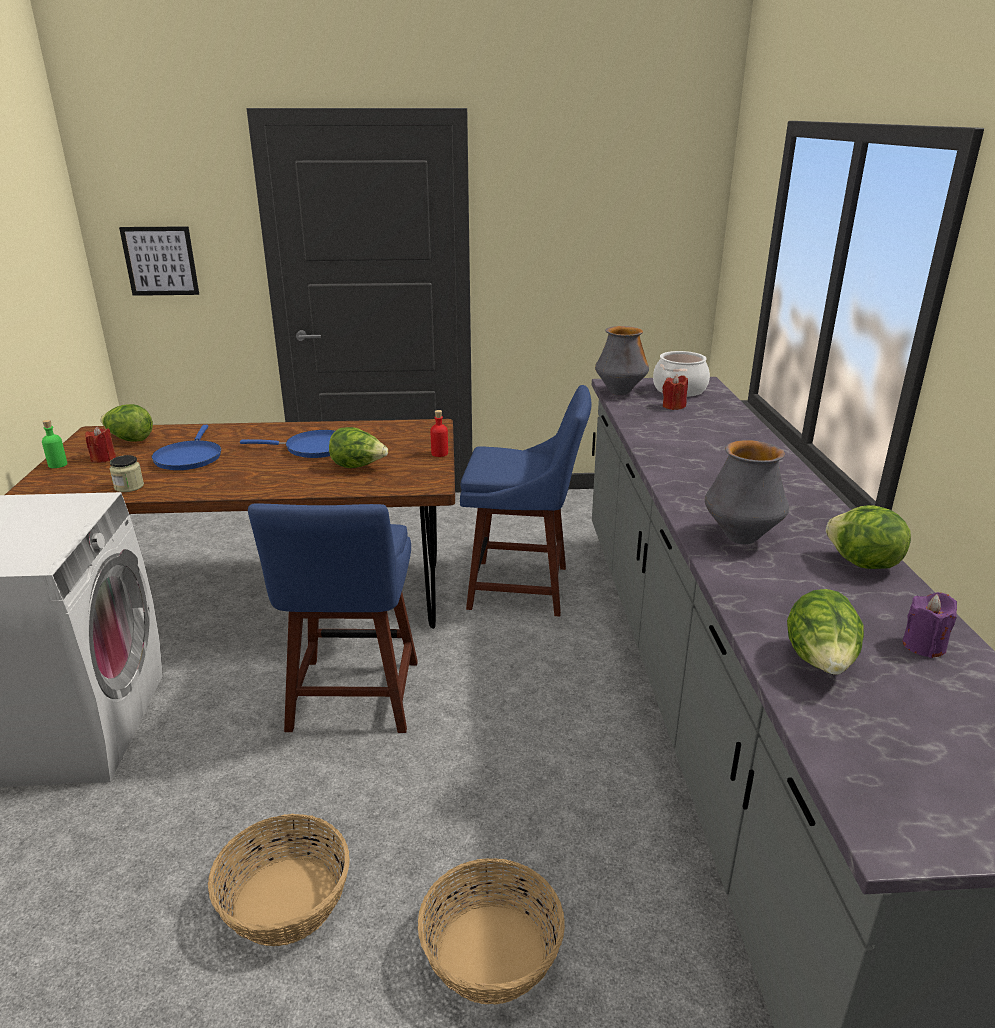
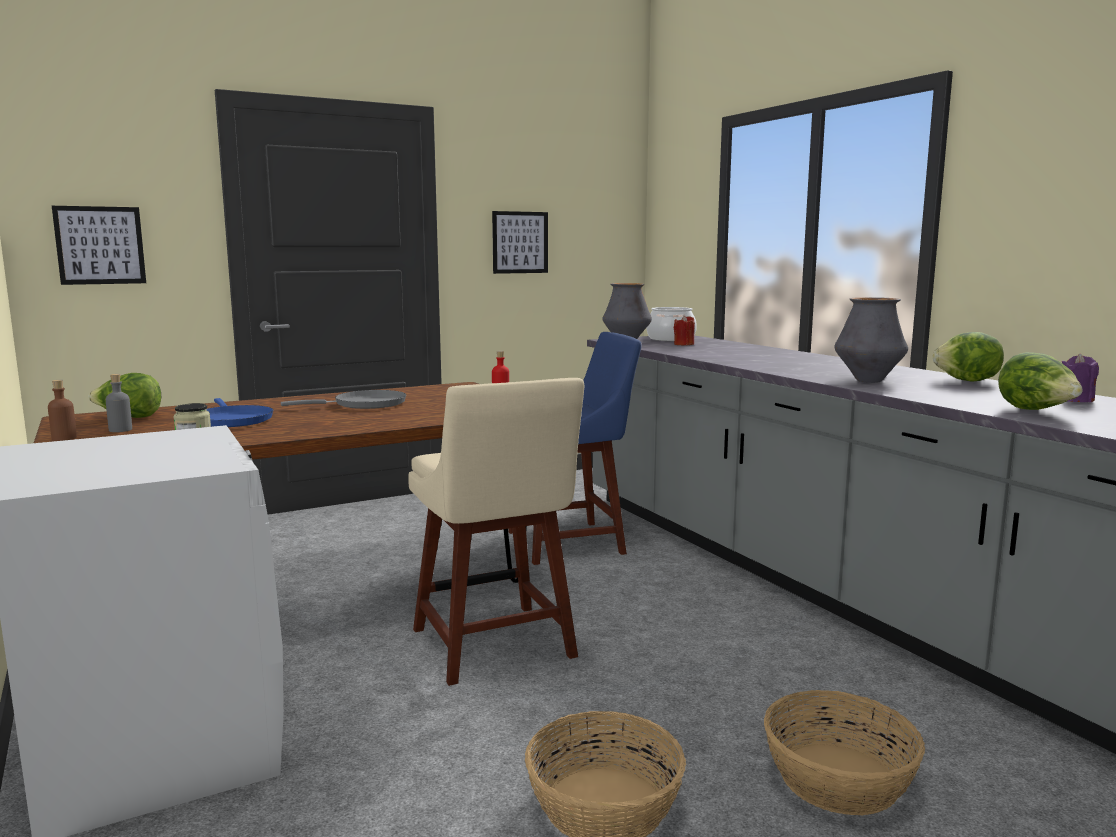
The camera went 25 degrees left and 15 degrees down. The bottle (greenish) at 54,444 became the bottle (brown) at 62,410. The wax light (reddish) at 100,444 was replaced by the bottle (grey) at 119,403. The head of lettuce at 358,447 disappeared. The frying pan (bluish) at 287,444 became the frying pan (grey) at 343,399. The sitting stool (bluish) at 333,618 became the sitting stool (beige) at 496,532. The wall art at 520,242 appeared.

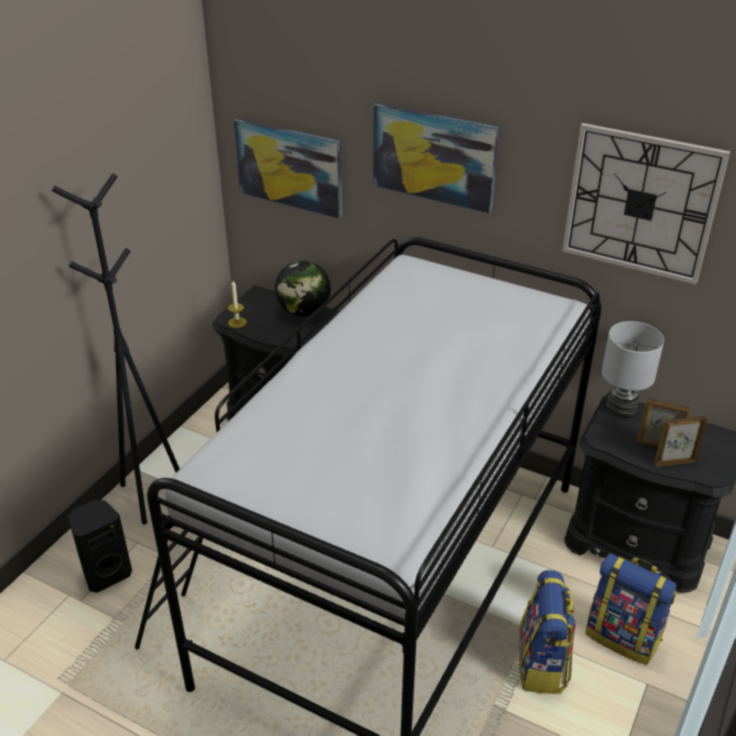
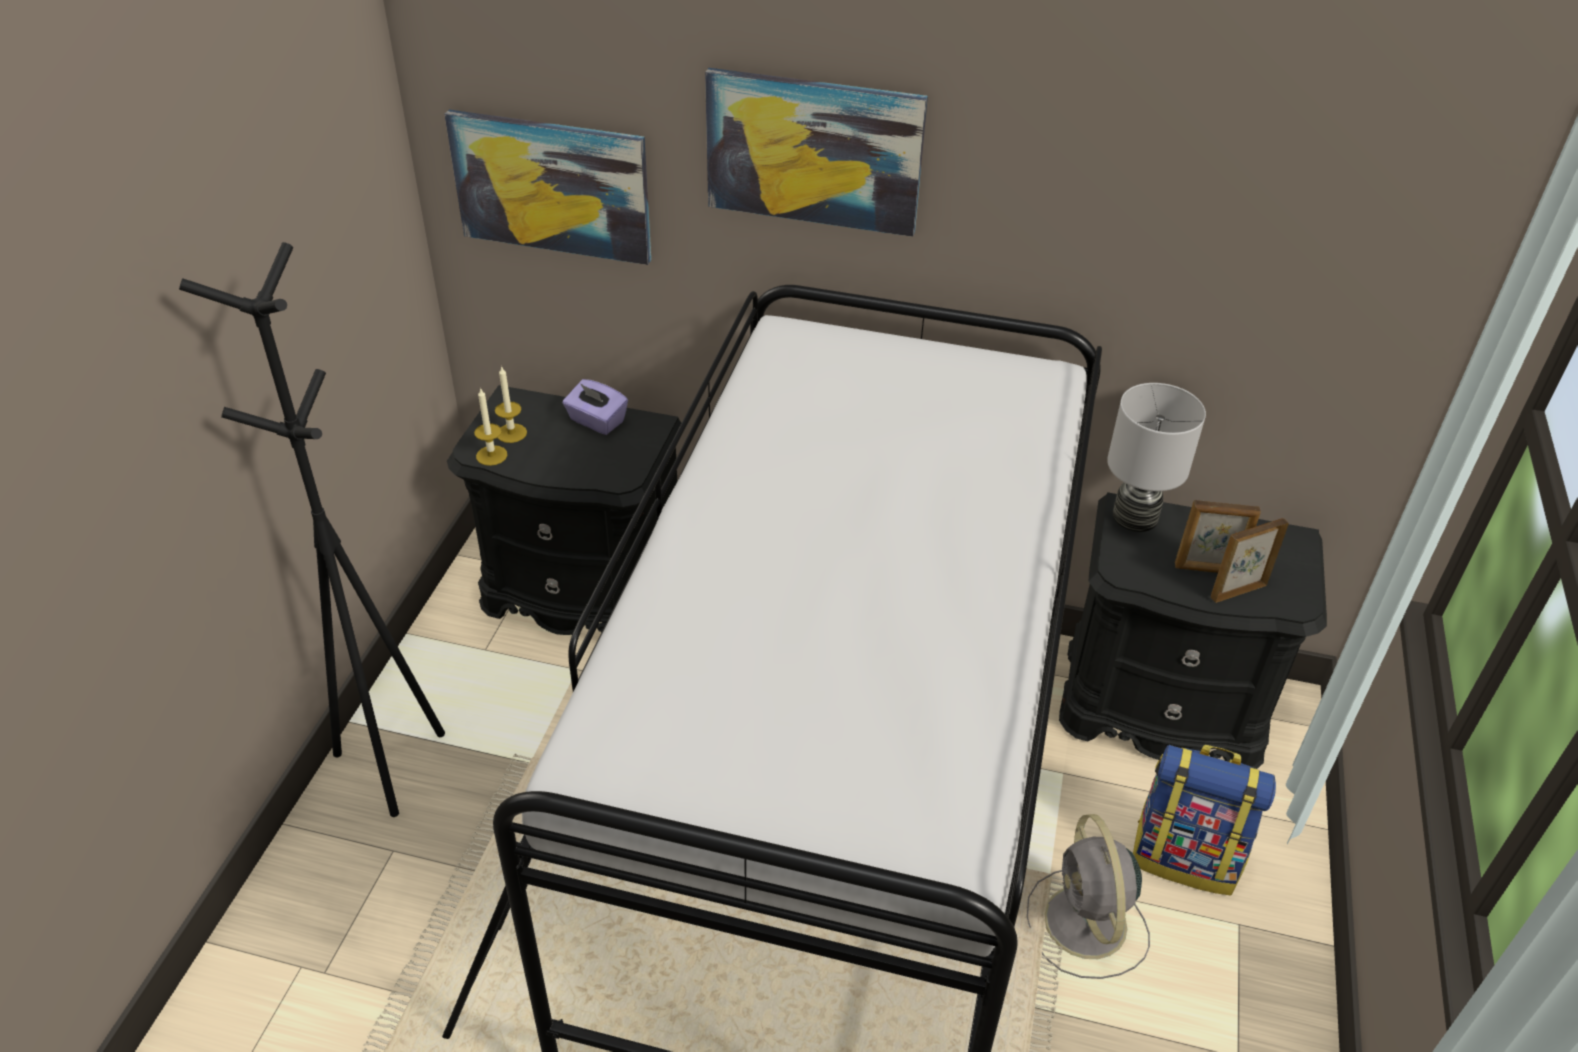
The camera went 15 degrees left and 5 degrees up. The wall clock at 646,204 disappeared. The world globe at 303,288 was replaced by the tissue holder (purple) at 595,407. The audio speaker (black-coloured) at 100,546 disappeared. The backpack at 547,632 was replaced by the fan (grey) at 1088,896. The wax light at 511,404 appeared.

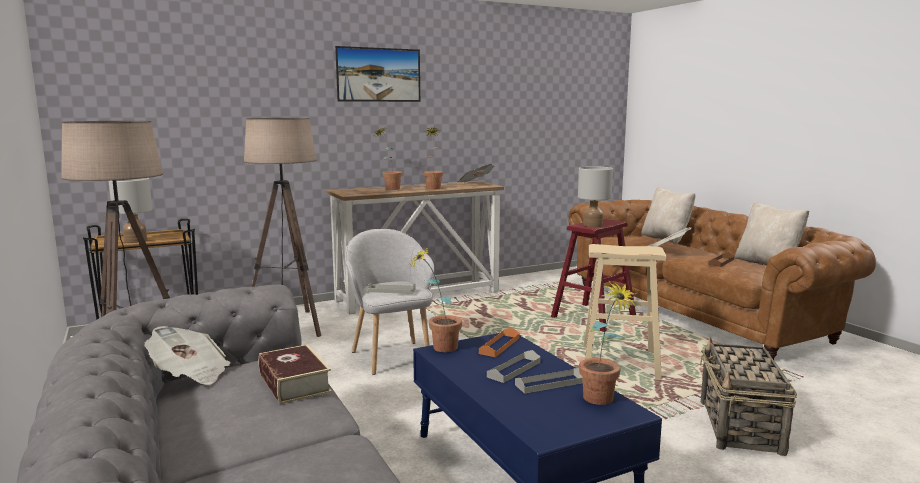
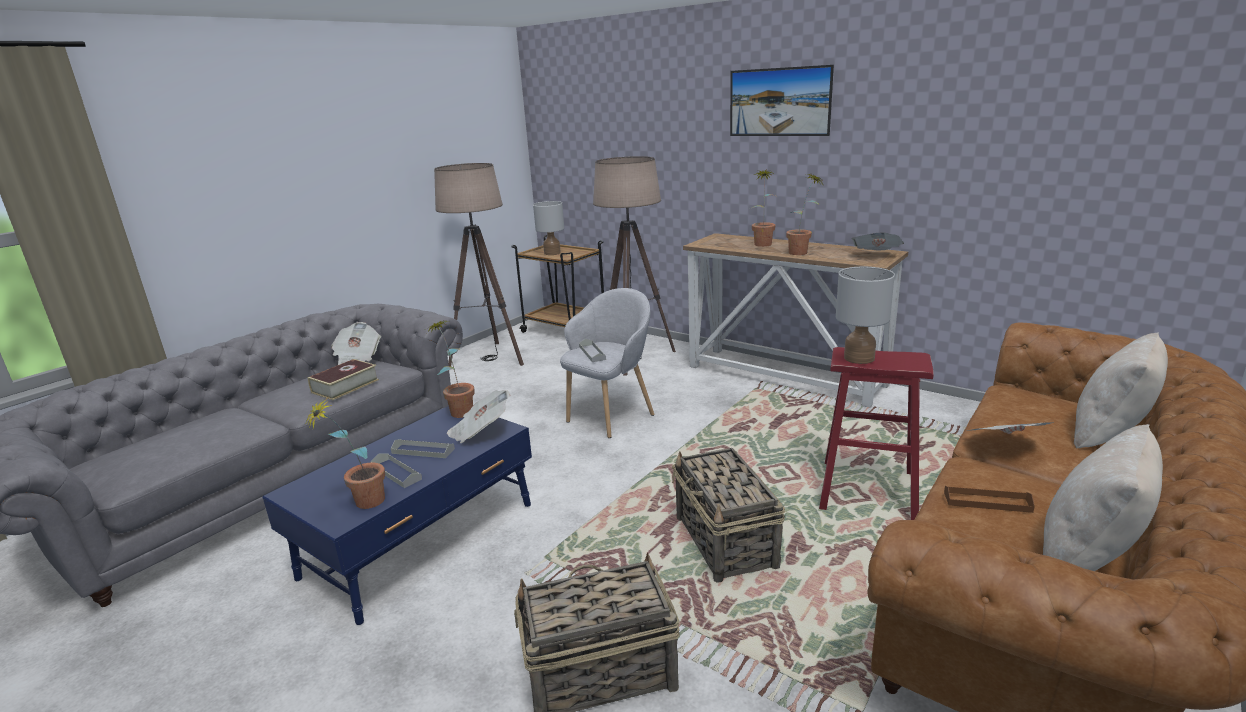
The camera went 65 degrees right and 10 degrees up. The sitting stool (beige) at 624,312 was replaced by the storage basket at 728,515. The carrying tray (orange-coloured) at 499,342 was replaced by the newspaper at 478,416.

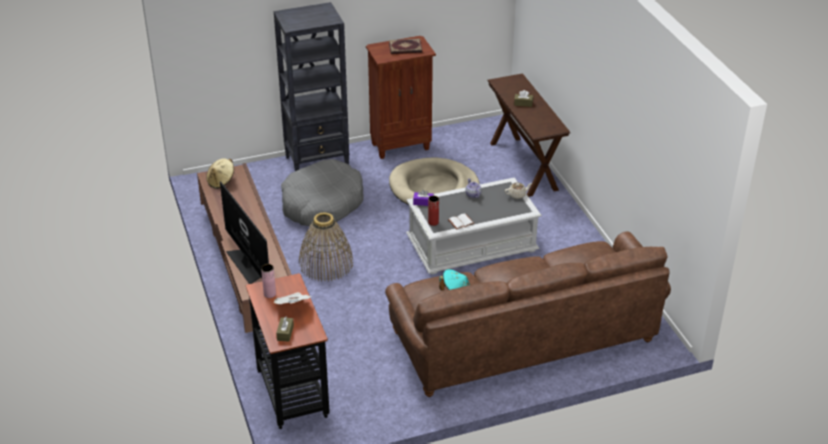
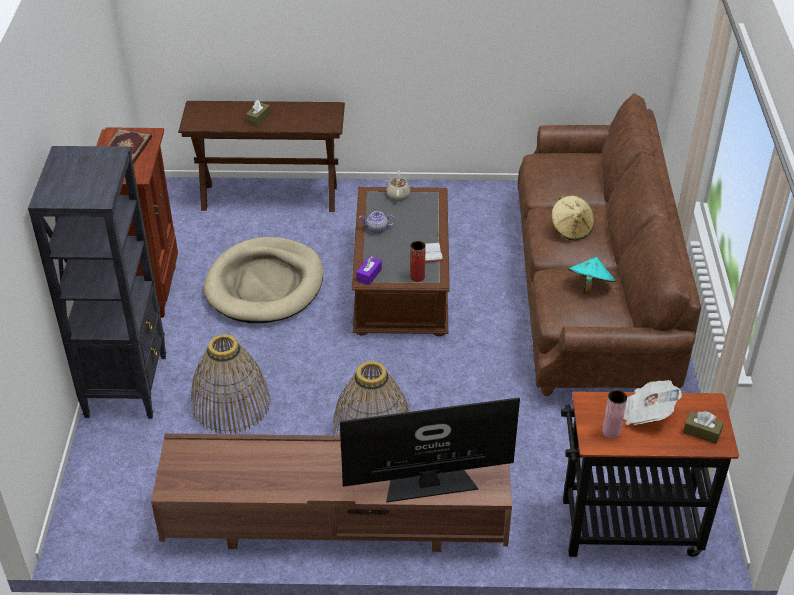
The camera went 70 degrees left and 5 degrees up. The hat (beige) moved from 220,173 to 572,218. The pet bed (grey) at 322,192 was replaced by the storage basket at 231,384. The coffee table (white) at 474,225 became the coffee table (brown) at 401,261.

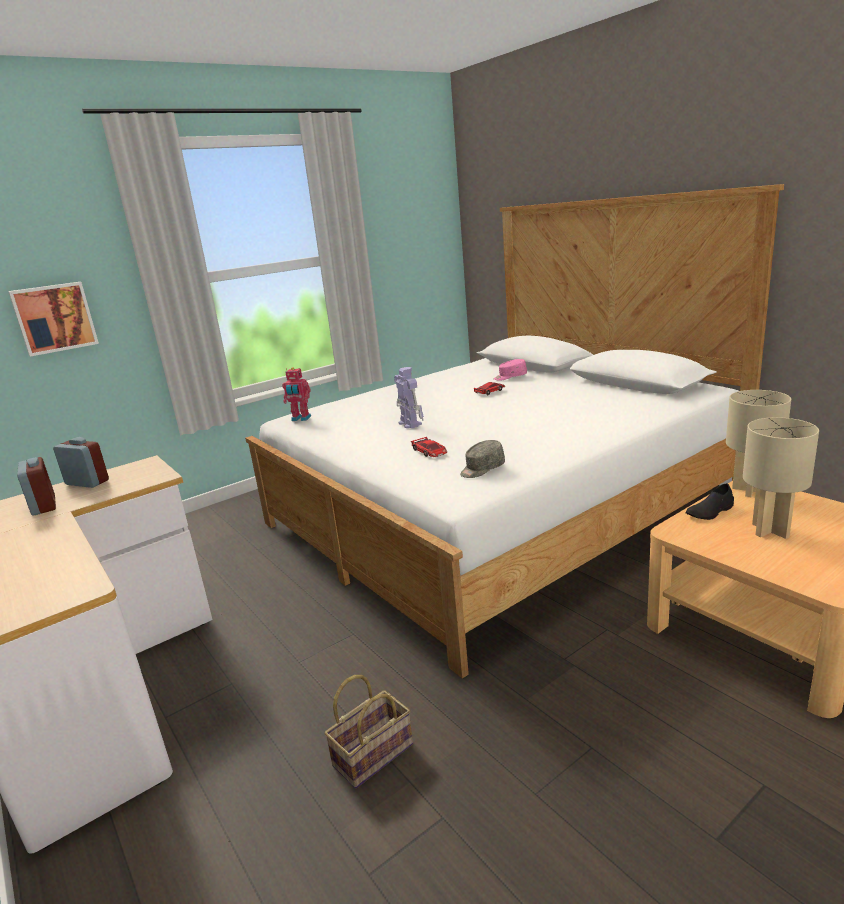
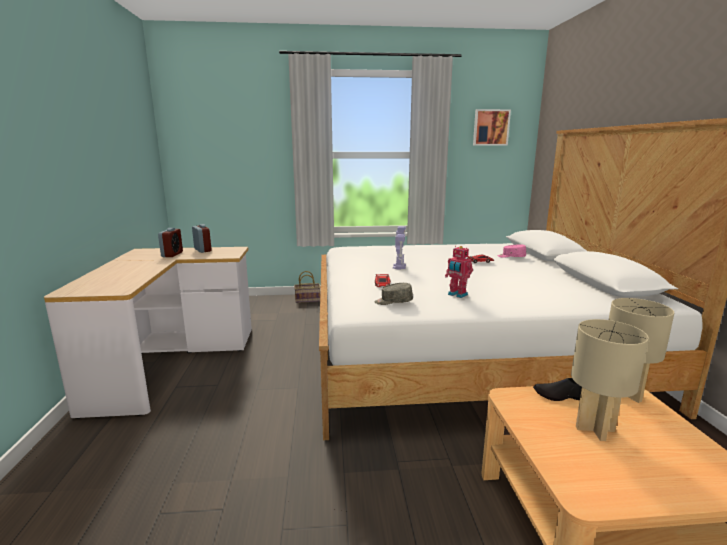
The camera went 30 degrees right and 5 degrees down. The wall art moved from 53,319 to 492,127. The model robot moved from 296,394 to 459,272. The storage basket moved from 368,732 to 307,287.

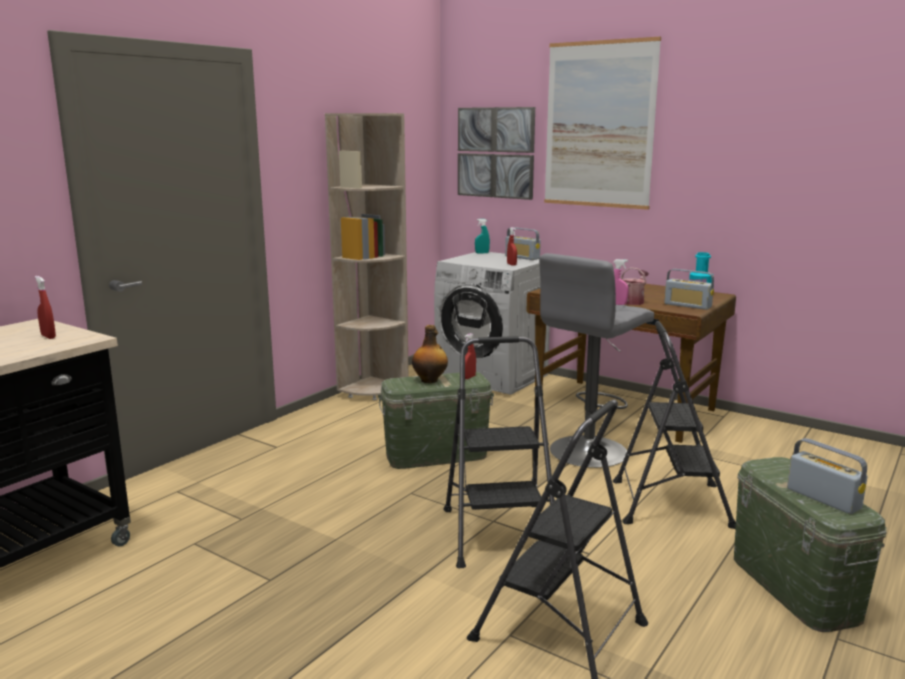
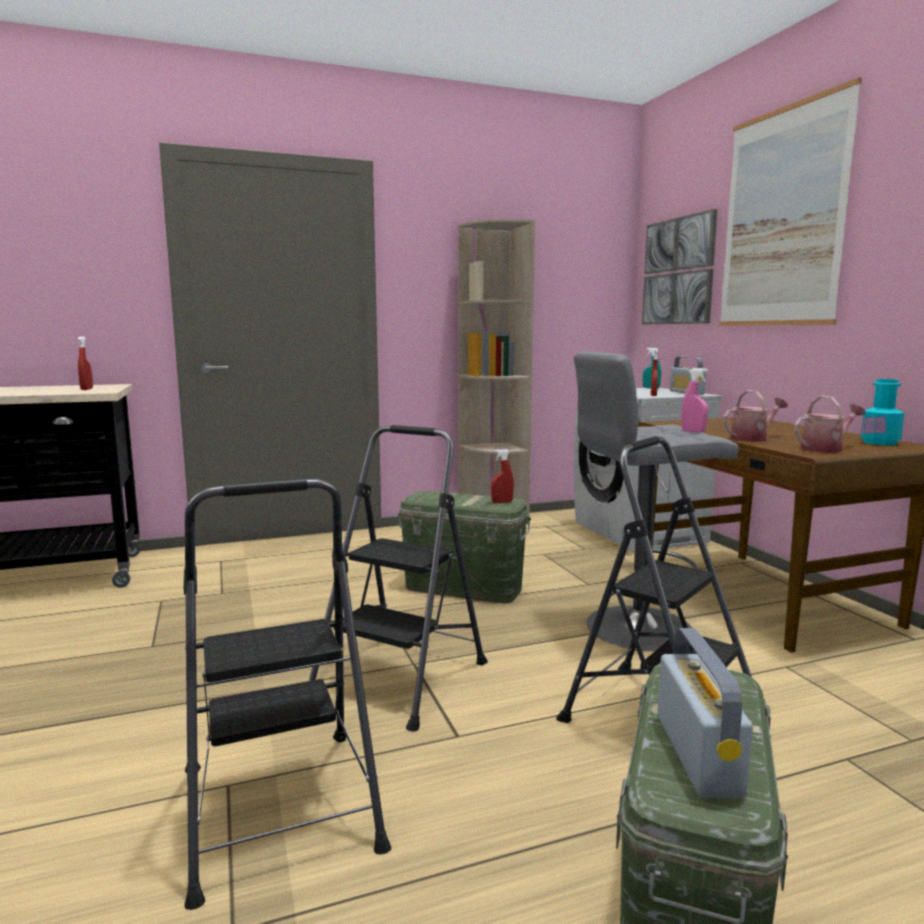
The camera went 35 degrees right and 5 degrees down. The radio set at 689,289 was replaced by the watering pot at 830,424. The bottle at 430,354 disappeared.

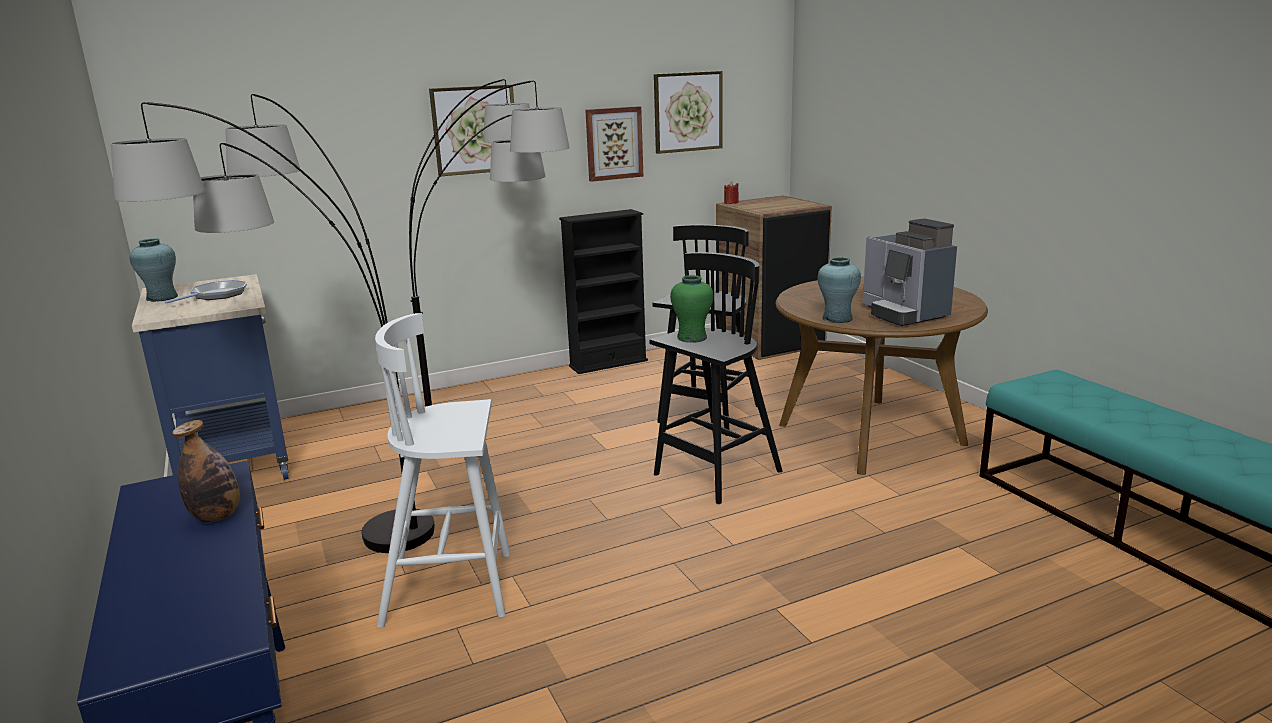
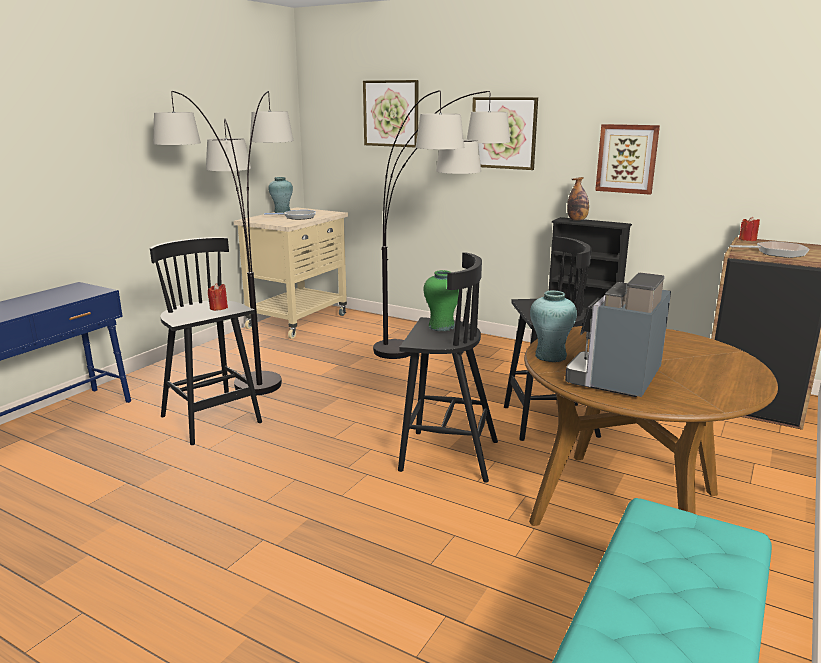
The camera went 55 degrees right and 0 degrees up. The wall art moved from 688,112 to 390,114. The trolley (bluish) at 210,377 became the trolley (beige) at 291,273. The sitting stool (white) at 442,470 became the sitting stool (black-coloured) at 206,341. The bottle moved from 206,471 to 578,199. The frying pan at 770,249 appeared. The wax light (reddish) at 218,297 appeared.

